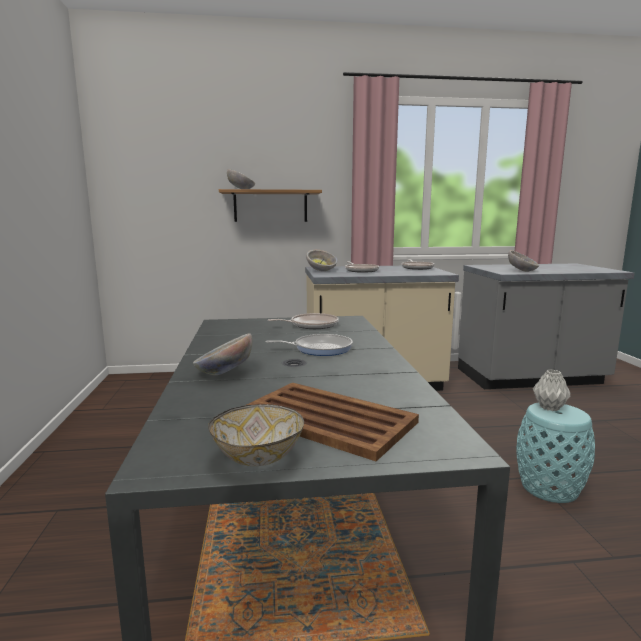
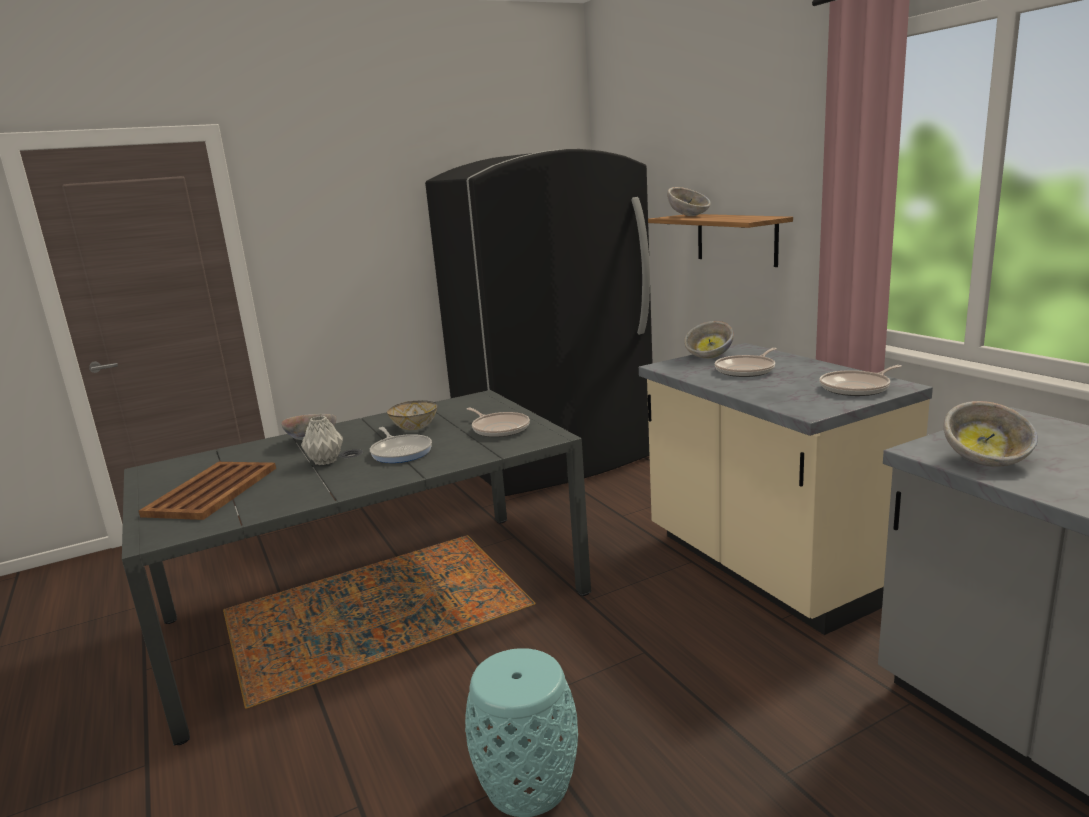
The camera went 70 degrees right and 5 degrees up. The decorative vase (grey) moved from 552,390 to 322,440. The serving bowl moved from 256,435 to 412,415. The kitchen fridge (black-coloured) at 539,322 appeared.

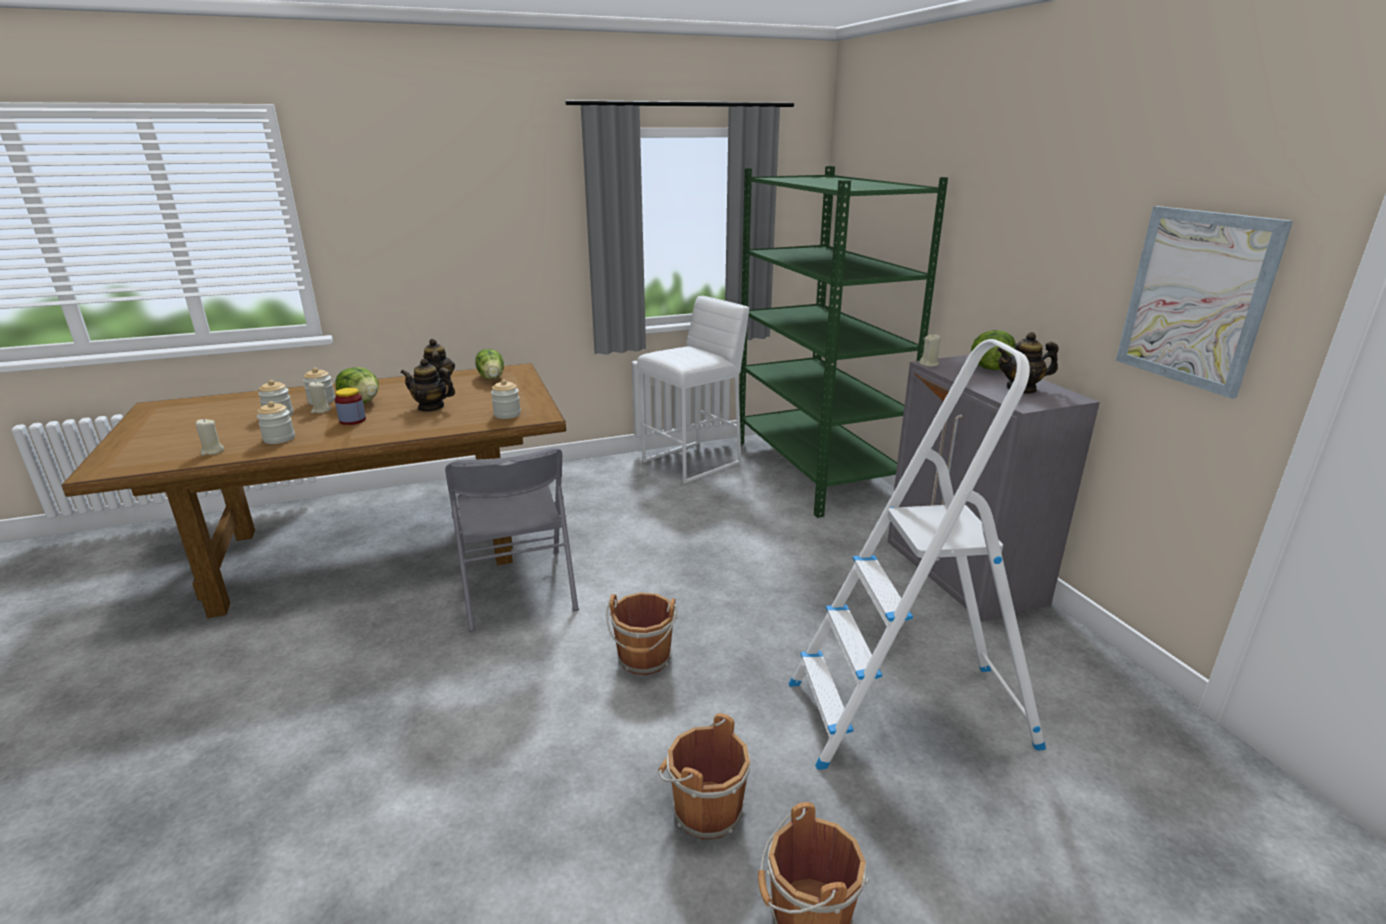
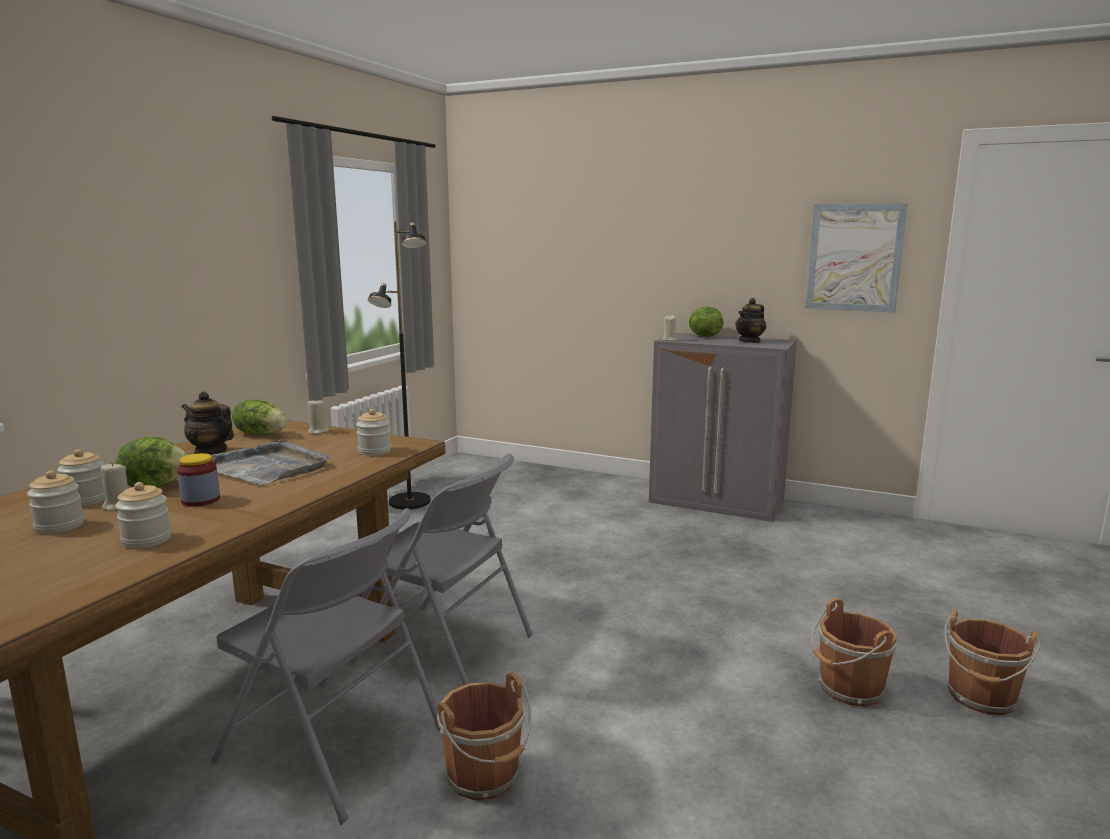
The camera went 45 degrees left and 10 degrees down. The bookshelf (greenish) at 843,342 disappeared. The sitting stool (white) at 693,390 was replaced by the floor lamp (black-coloured) at 399,365. The step ladder (white) at 917,554 disappeared. The pot for tea at 428,385 was replaced by the carrying tray (grey) at 270,462. The wax light (beige) moved from 210,437 to 318,416. The pail (brown) moved from 641,633 to 484,736. The plain chair (grey) at 325,666 appeared.

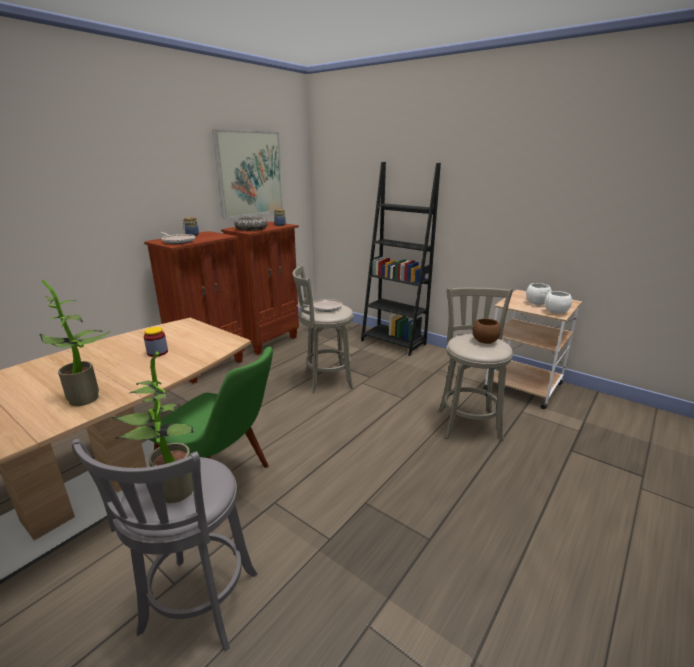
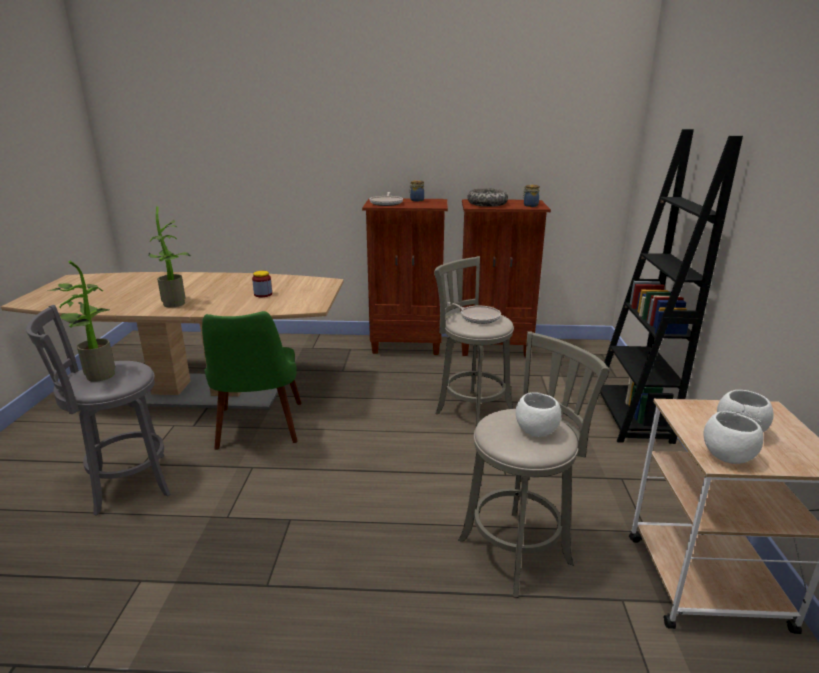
The camera went 55 degrees right and 0 degrees up. The wall art at 247,174 disappeared. The serving bowl (brown) at 486,331 became the serving bowl (white) at 538,414.

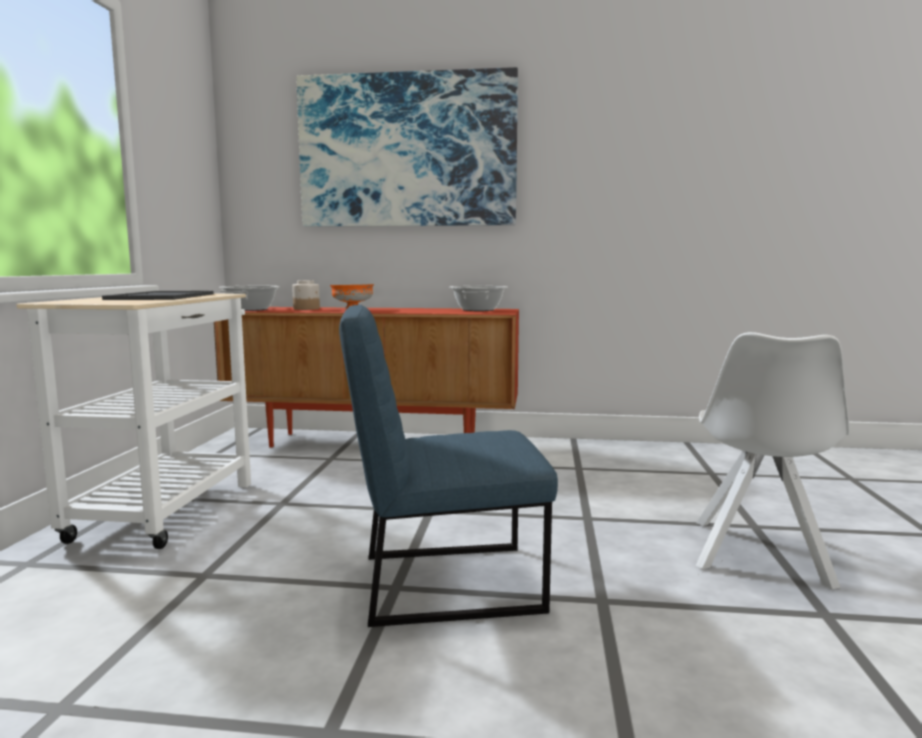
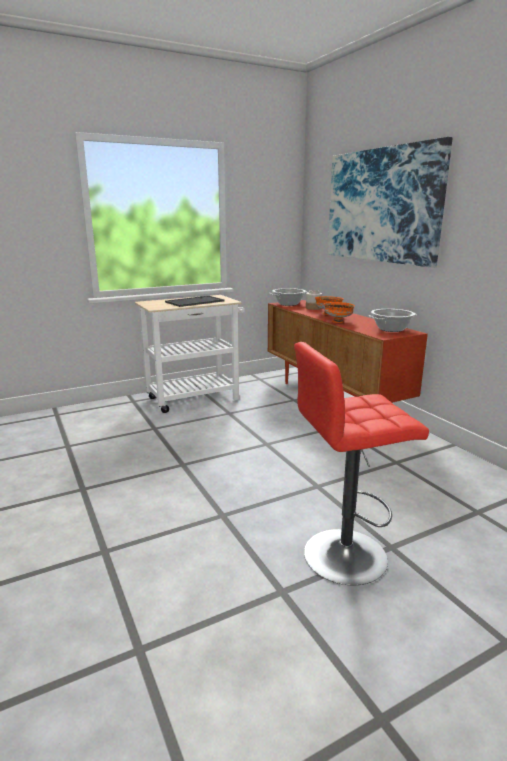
The camera went 55 degrees right and 10 degrees up. The plain chair (bluish) at 448,466 disappeared. The plain chair (white) at 773,460 was replaced by the sitting stool (reddish) at 361,463. The serving bowl (orange-coloured) at 339,312 appeared.

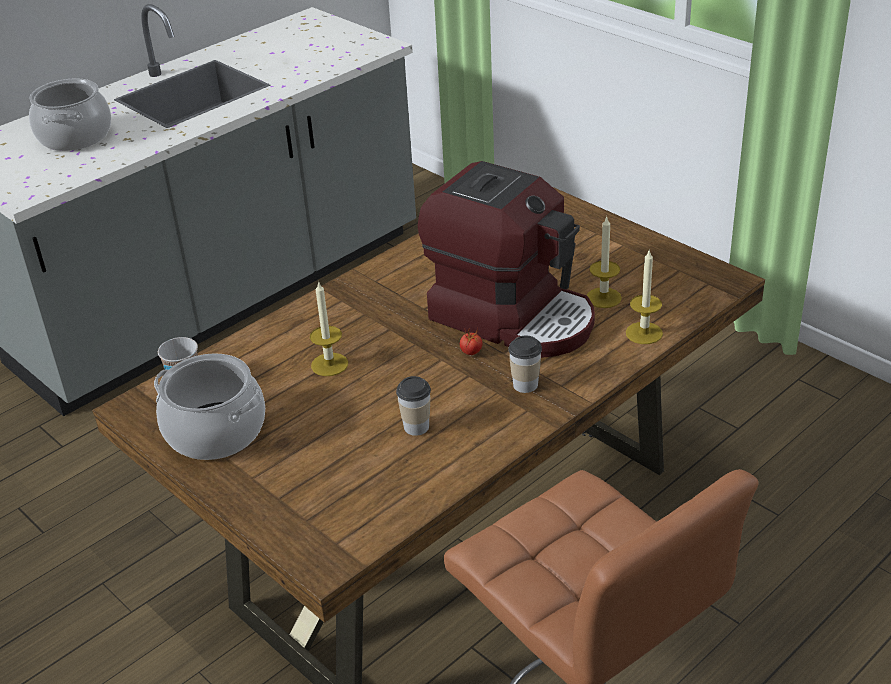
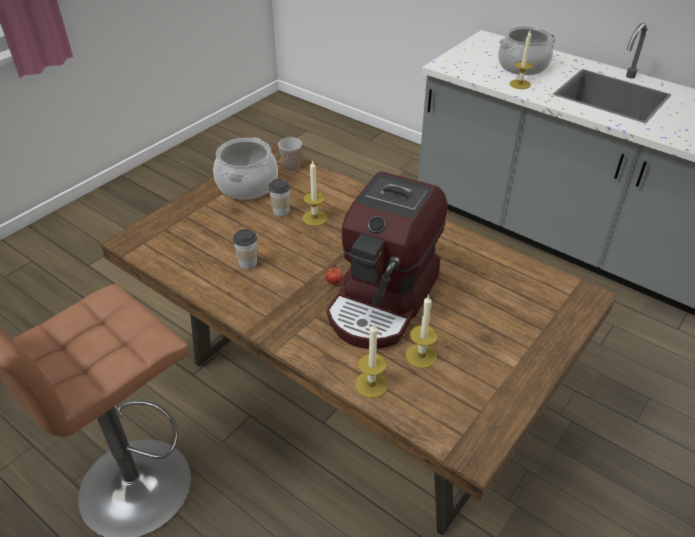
The camera went 80 degrees right and 5 degrees up. The drinking cup moved from 525,364 to 279,197. The wax light at 521,59 appeared.

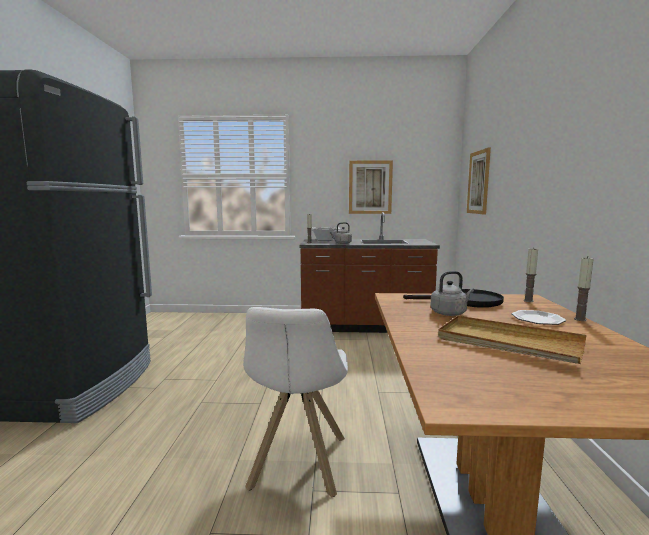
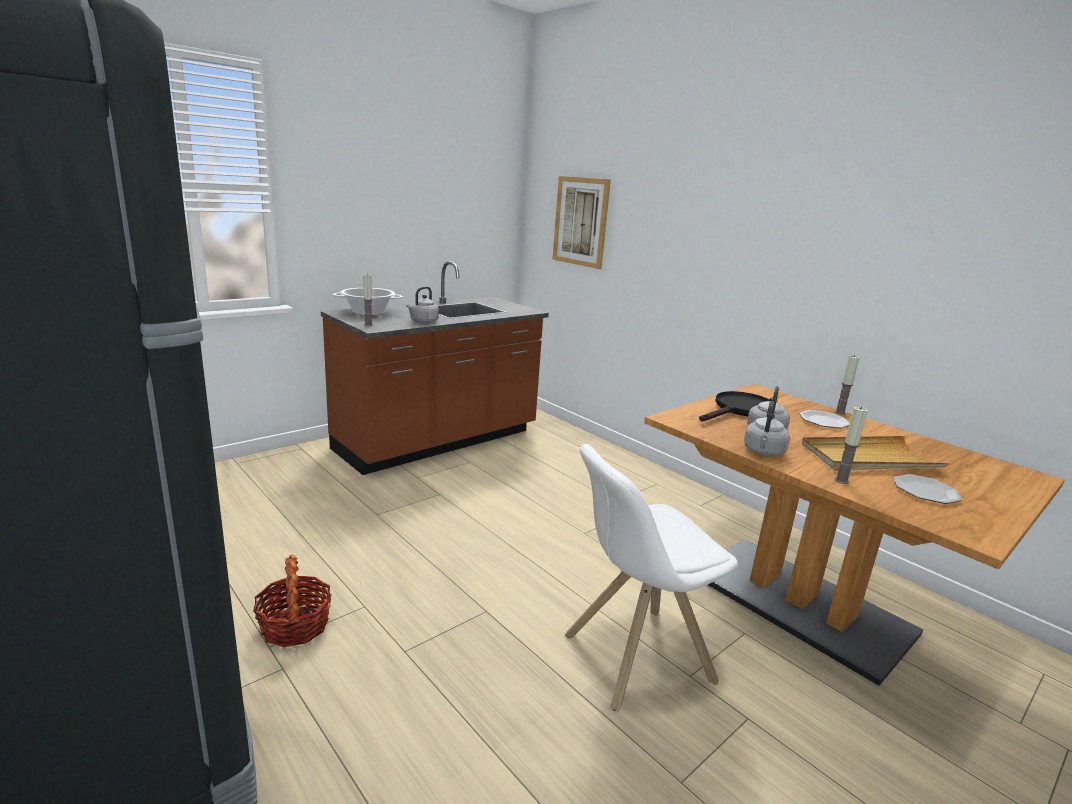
The camera went 45 degrees left and 10 degrees up. The wall art at 371,187 disappeared. The wax light moved from 531,274 to 851,445. The plain chair (white) at 295,402 turned 105 degrees clockwise. The tea kettle (grey) at 767,428 appeared. The dinner plate at 928,489 appeared. The storage basket at 292,601 appeared.

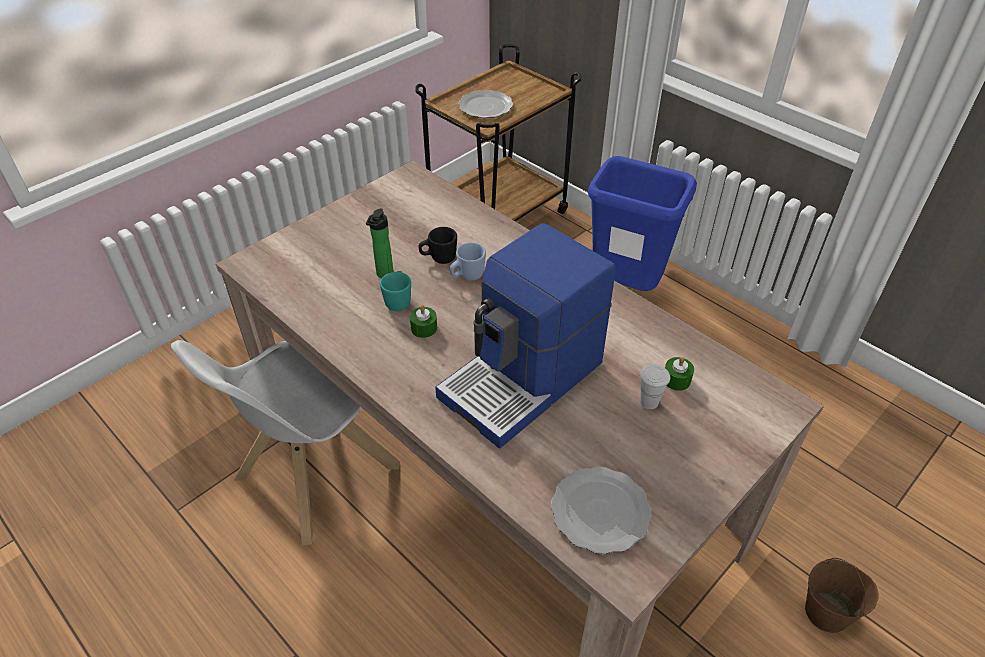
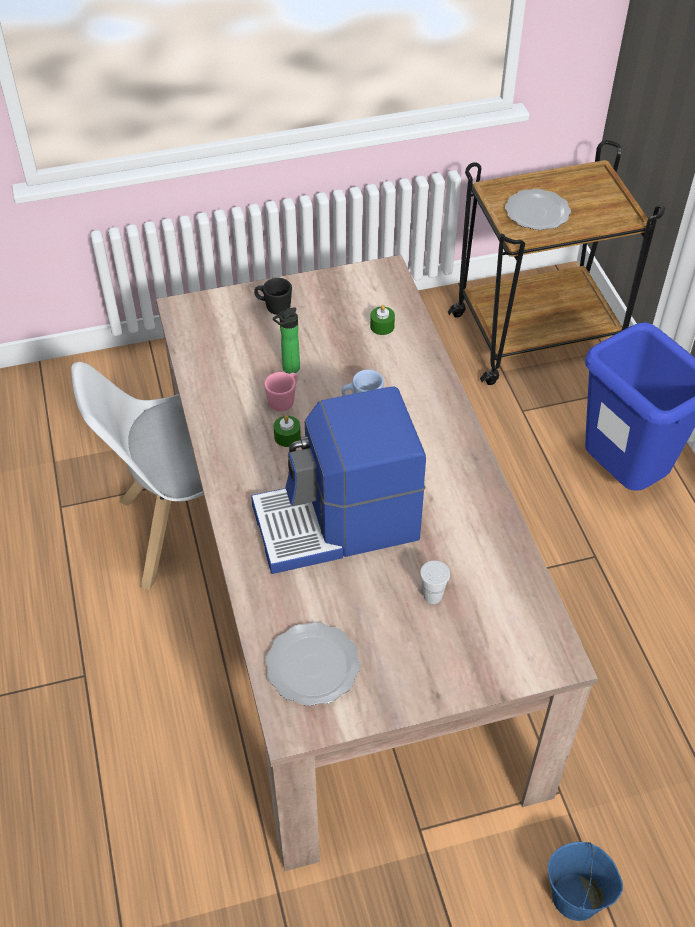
The camera went 30 degrees right and 5 degrees up. The mug (black-coloured) moved from 437,245 to 273,296. The mug (turquoise-coloured) at 395,291 became the mug (pink-coloured) at 281,392. The wax light (greenish) moved from 679,374 to 382,320. The pail (brown) at 842,595 became the pail (bluish) at 585,881.

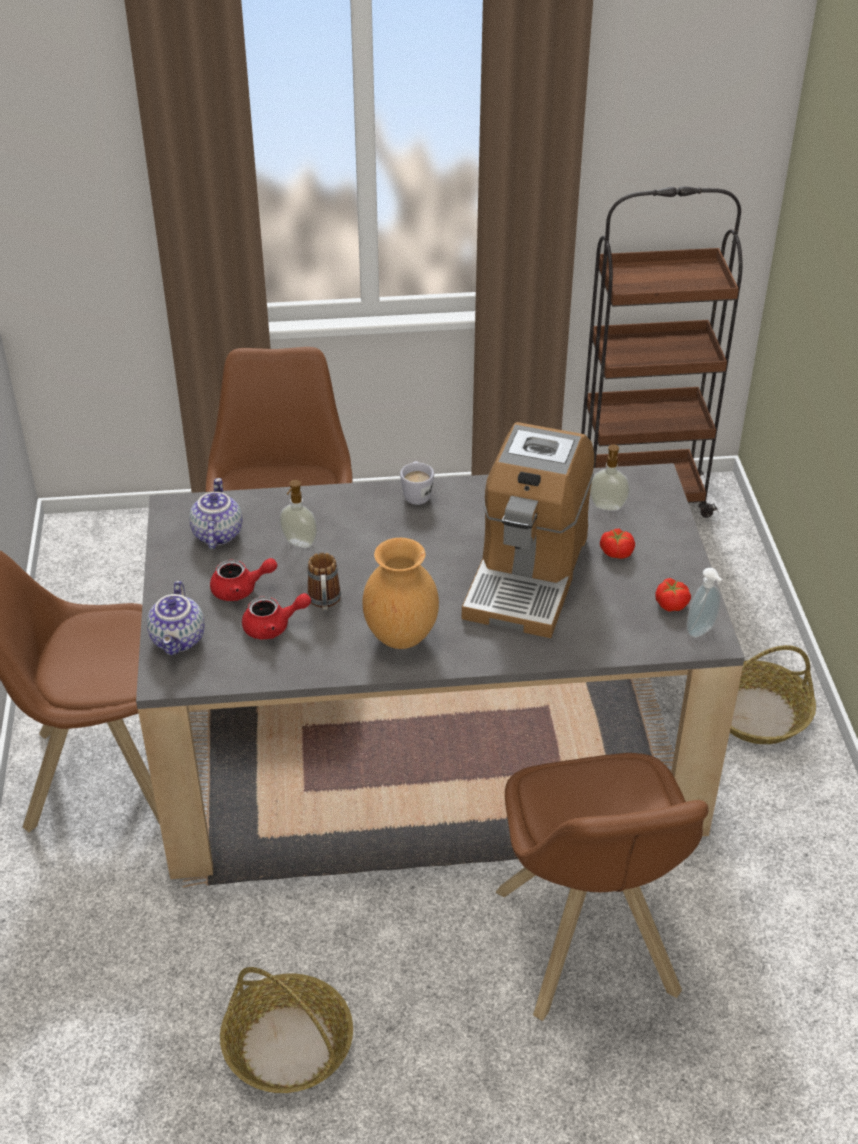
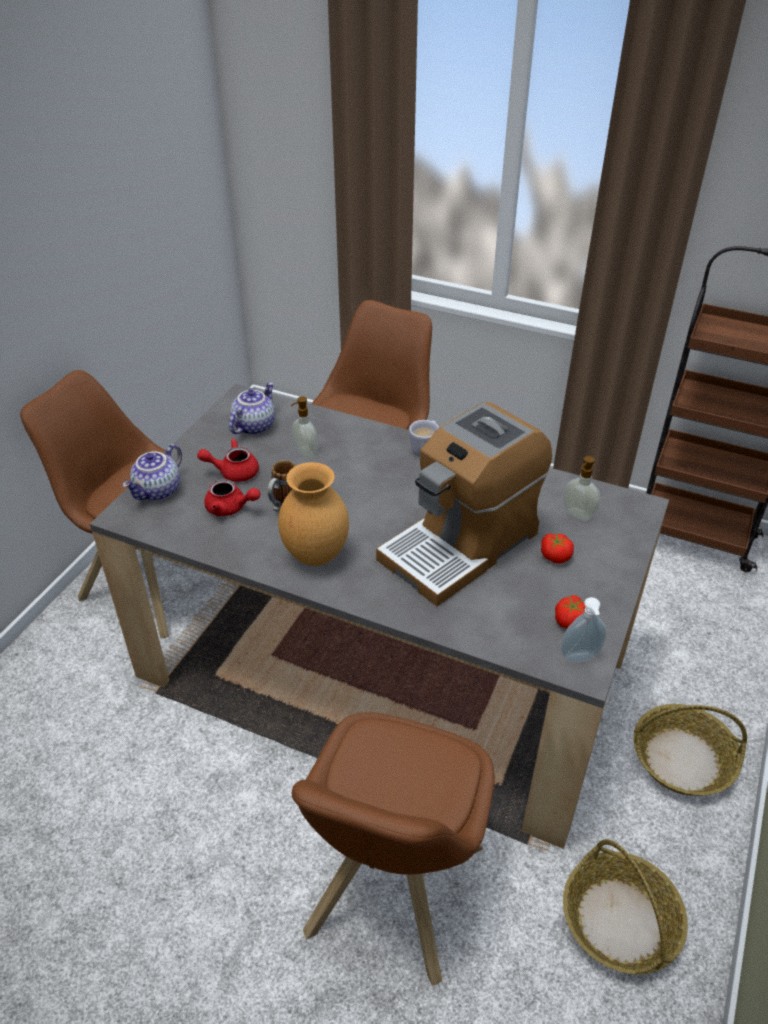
The camera went 30 degrees right and 0 degrees up. The pot for tea (reddish) at 243,579 turned 150 degrees clockwise. The storage basket moved from 286,1030 to 625,906.

